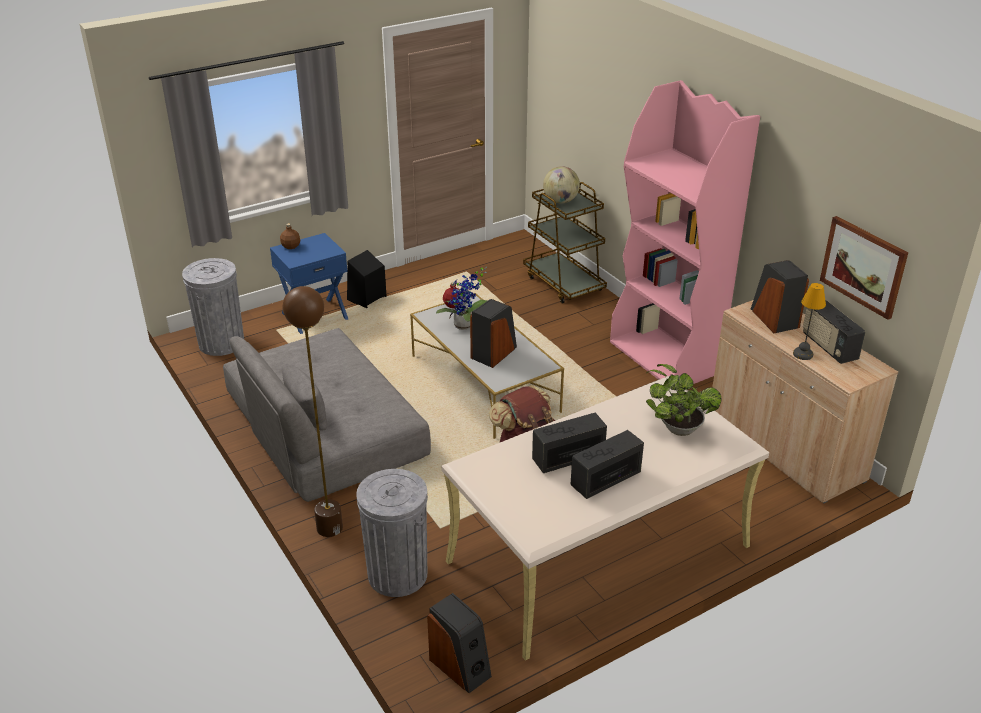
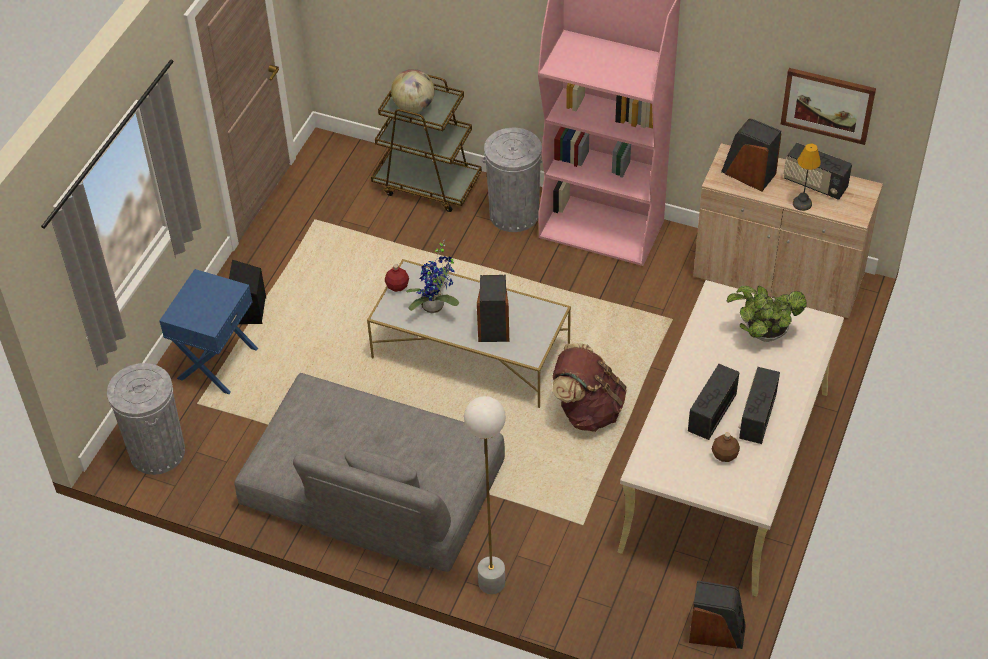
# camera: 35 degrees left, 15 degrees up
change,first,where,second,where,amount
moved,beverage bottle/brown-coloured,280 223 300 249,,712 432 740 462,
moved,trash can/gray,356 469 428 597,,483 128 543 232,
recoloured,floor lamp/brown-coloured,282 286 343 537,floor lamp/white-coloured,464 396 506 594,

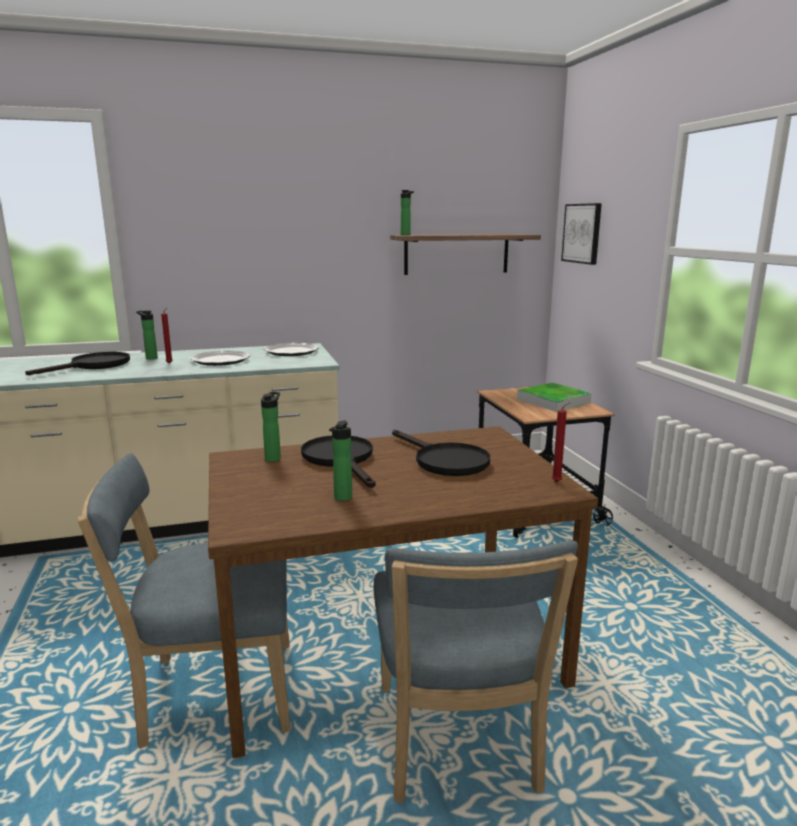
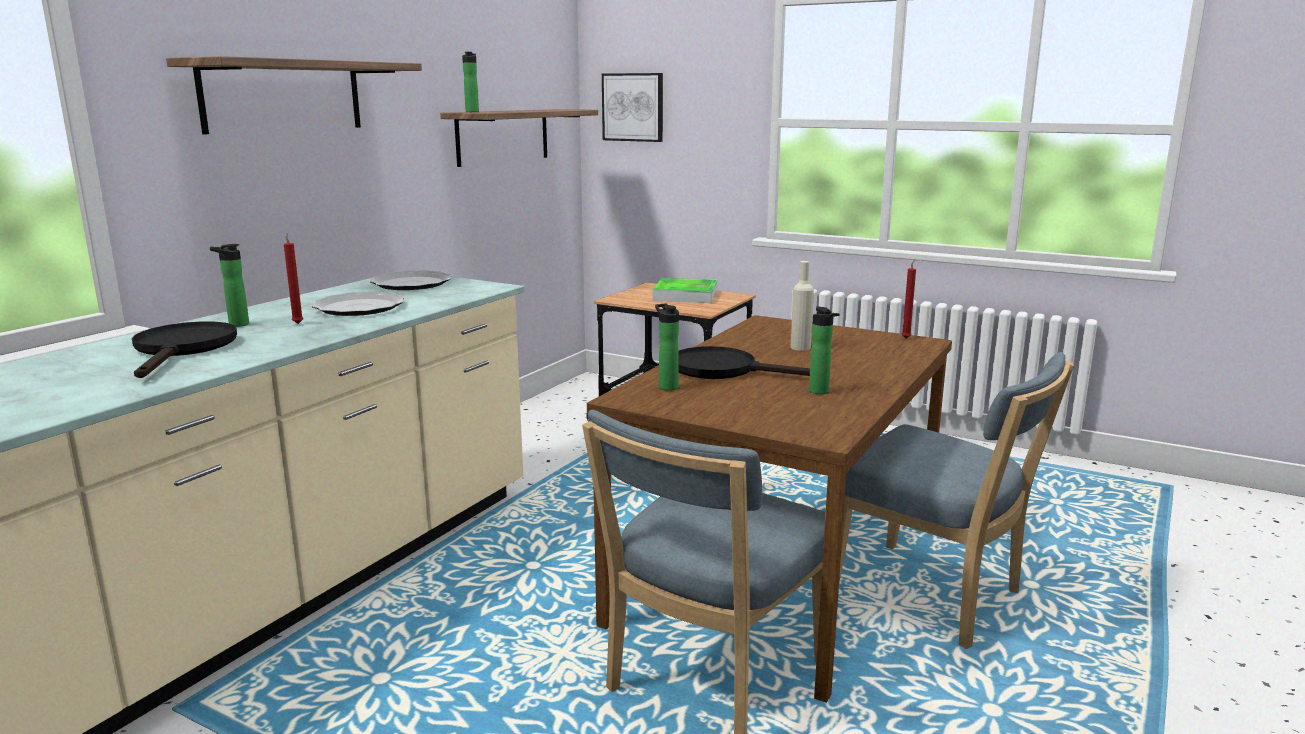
# camera: 45 degrees left, 0 degrees up
change,first,where,second,where,amount
added,,,wall shelf,166 56 422 135,
replaced,pan/black-coloured,392 430 490 476,beverage bottle/beige-coloured,790 261 814 351,

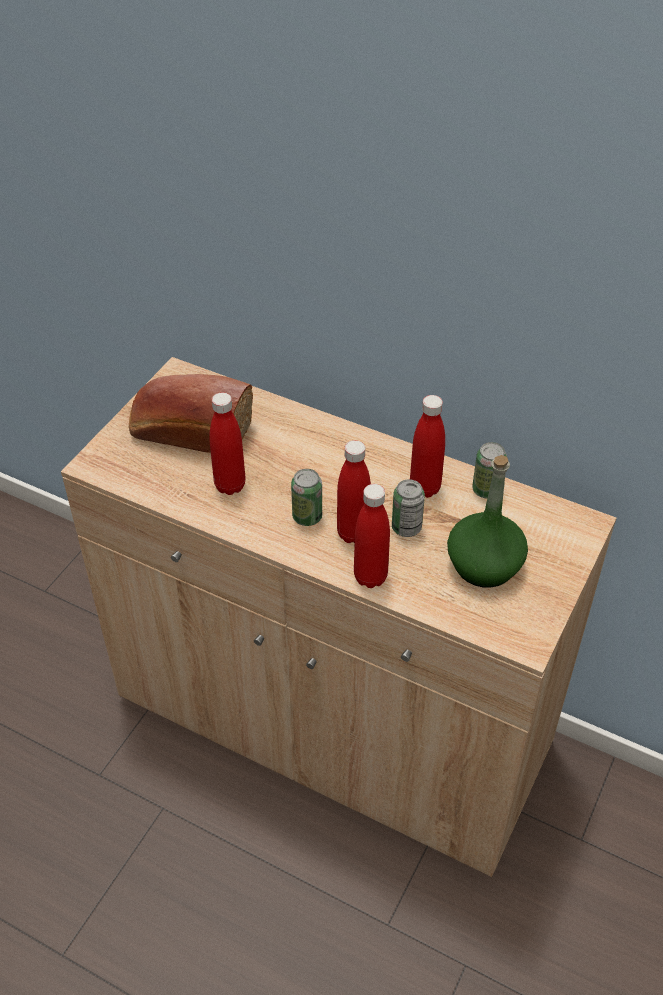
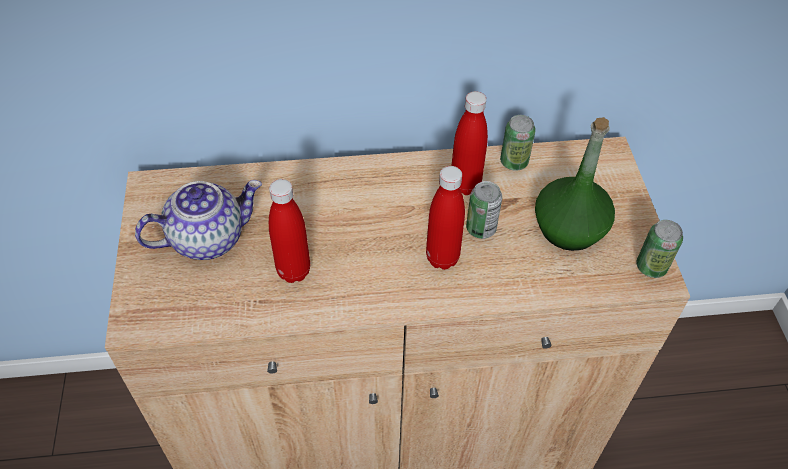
# camera: 35 degrees left, 5 degrees up
change,first,where,second,where,amount
removed,beverage bottle/red,354 484 390 588,,,
moved,sealed can,291 469 322 526,,636 220 683 278,
replaced,baked bread,129 374 253 453,teapot,135 180 262 260,

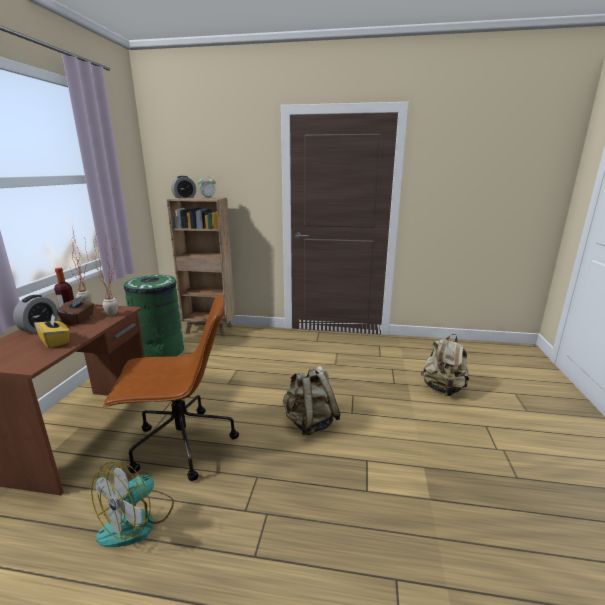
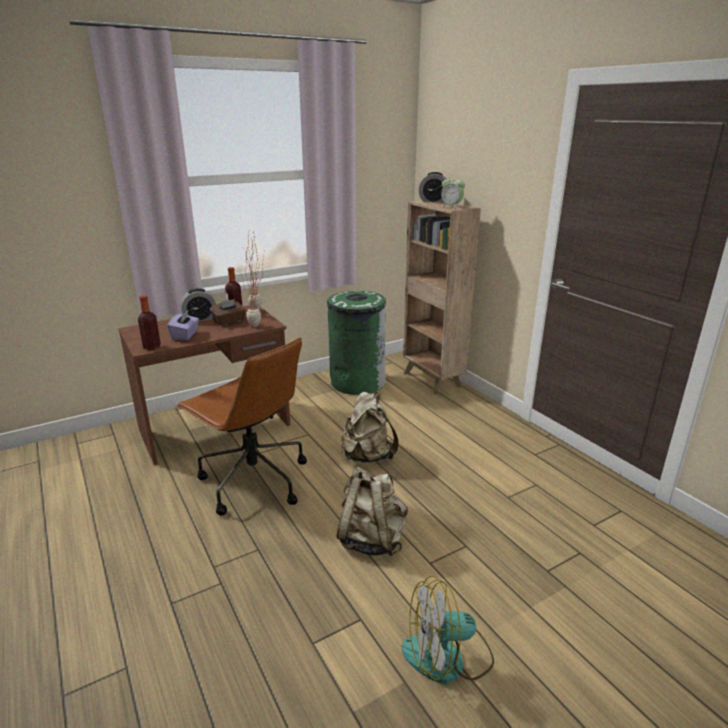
# camera: 50 degrees right, 5 degrees up
change,first,where,second,where,amount
added,,,beverage bottle,138 295 161 350,
moved,fan,91 462 174 547,,402 576 494 684,
moved,backpack/beige-coloured,421 334 469 396,,341 392 398 463,
recoloured,box of tissues/yellow-coloured,34 315 70 348,box of tissues/purplish,167 311 199 340,

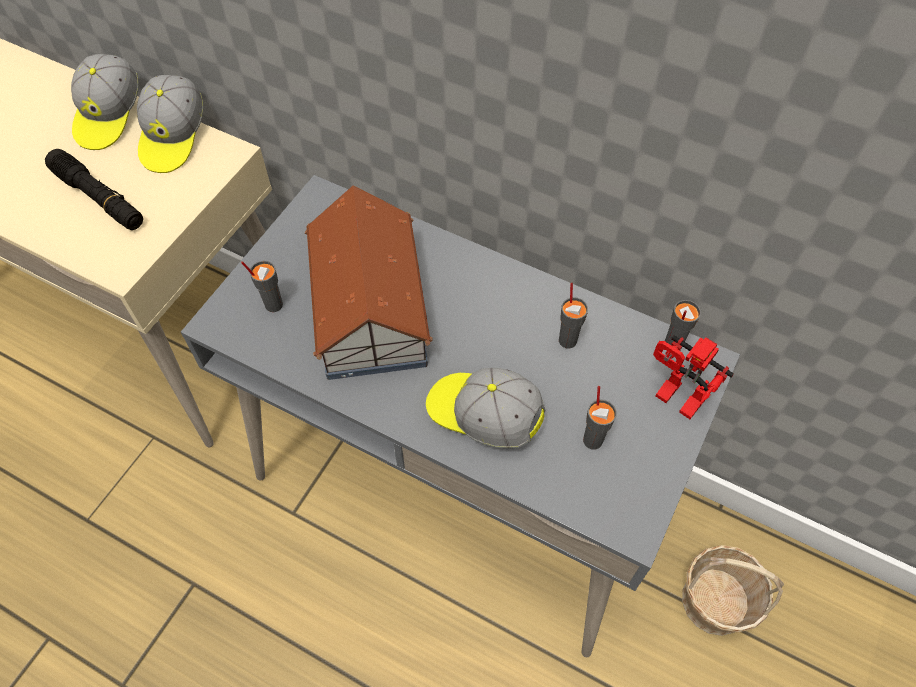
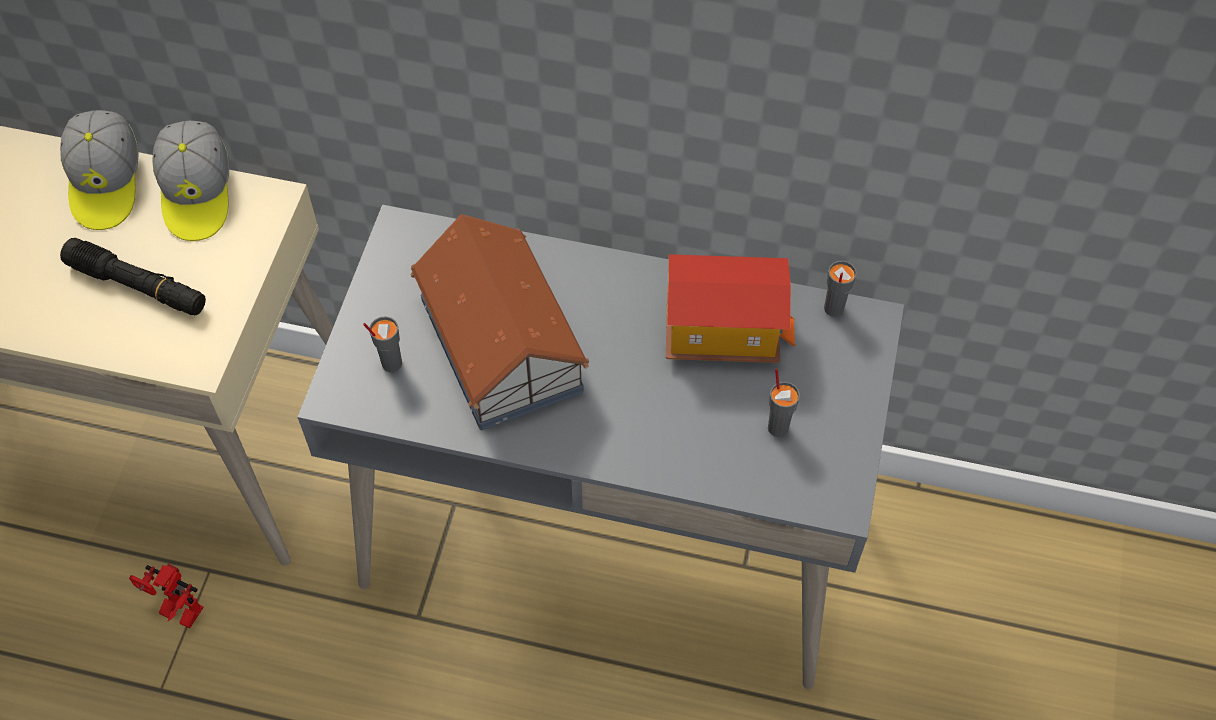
# camera: 15 degrees left, 0 degrees up
change,first,where,second,where,amount
removed,peaked cap,426 368 546 448,,,
removed,household basket,682 545 784 636,,,
moved,model robot,653 335 734 419,,129 564 204 629,
replaced,cup/gray,559 283 588 349,toy house,666 254 795 363,

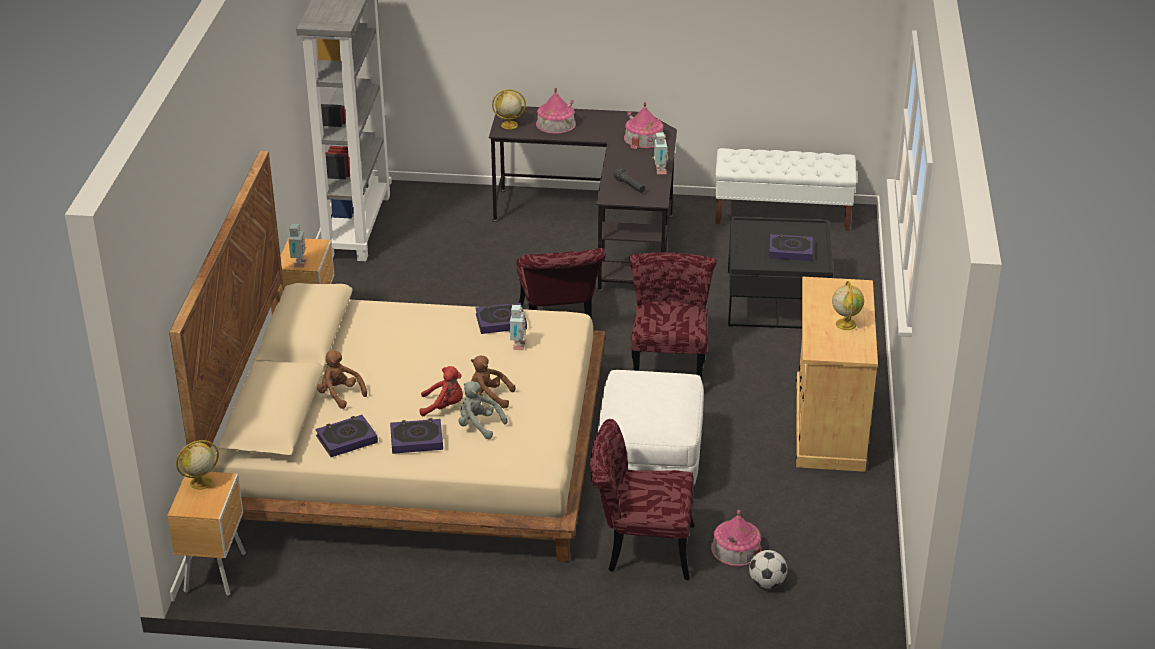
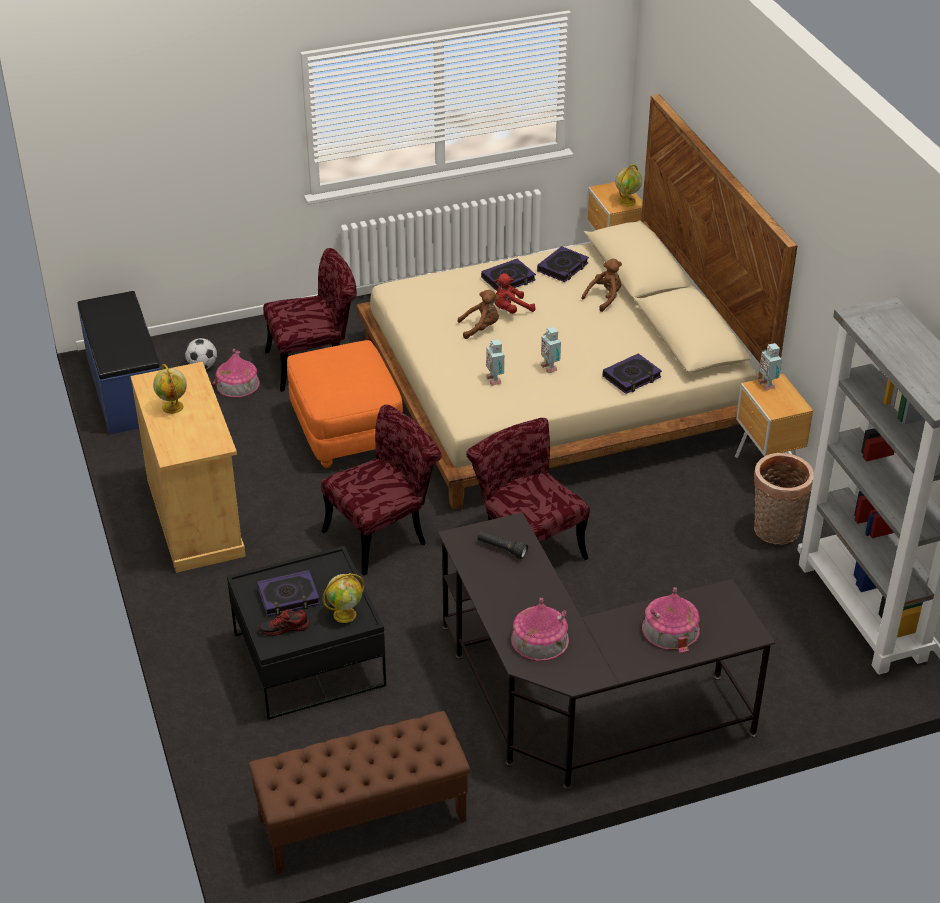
# camera: 155 degrees right, 5 degrees up
change,first,where,second,where,amount
removed,cuddly toy/gray,458 381 508 439,,,
added,,,bench/bluish,78 291 161 435,
added,,,shoe,258 609 309 636,
added,,,household basket,754 453 814 545,
moved,book,475 302 527 334,,603 353 662 394,
moved,world globe,492 89 526 129,,323 573 364 623,
moved,model robot,652 132 668 174,,541 327 561 374,
recoloured,pouffe/white-coloured,598 370 704 485,pouffe/orangey,287 340 403 468,
recoloured,bench/white-coloured,715 148 857 231,bench/brown-coloured,249 711 470 874,
turned,cuddly toy/brown-coloured,317 350 367 409,,581 258 622 312,60 degrees counterclockwise
turned,plain chair/red,629 253 717 380,,321 405 442 576,105 degrees counterclockwise

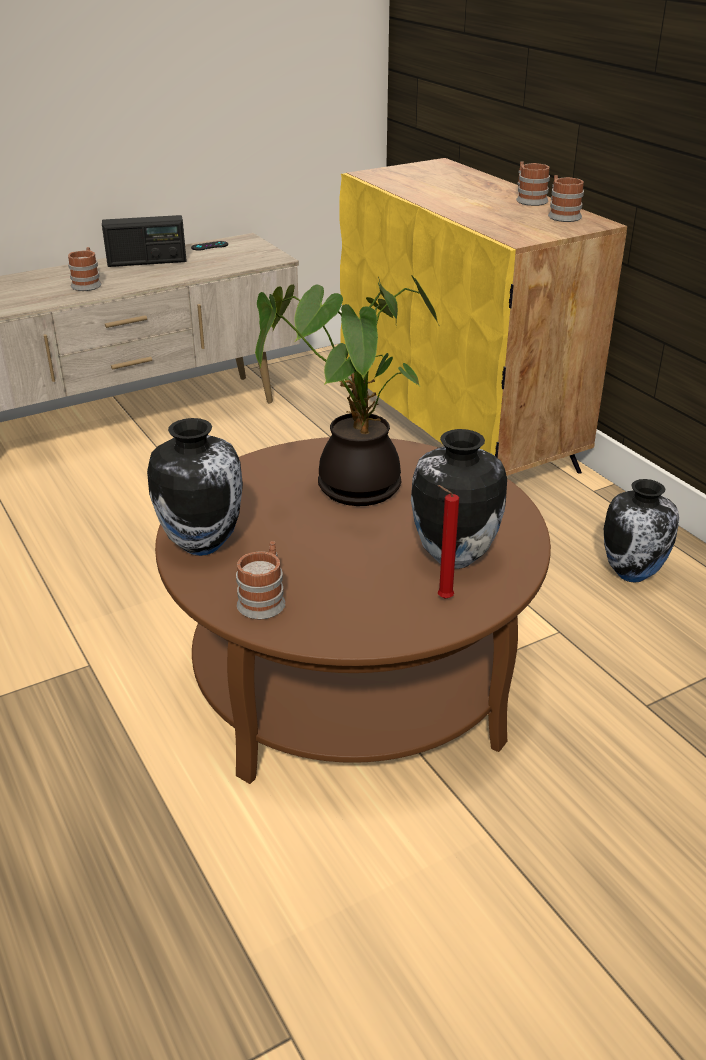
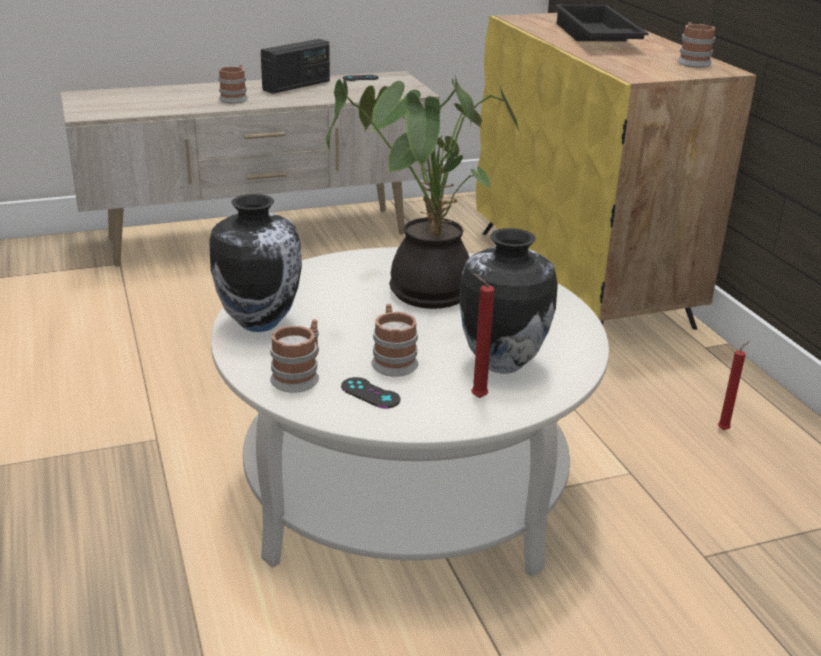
# camera: 10 degrees right, 5 degrees down
change,first,where,second,where,amount
added,,,joypad/black-coloured,341 377 400 408,
added,,,tray/black-coloured,555 5 649 41,
moved,mug,516 162 550 206,,371 304 418 377,
replaced,vase,604 479 679 583,candle/red,718 341 750 430,
recoloured,low table/brown-coloured,155 437 551 784,low table/white-coloured,211 247 609 577,
turned,radio receiver,102 215 187 267,,261 39 330 94,45 degrees counterclockwise

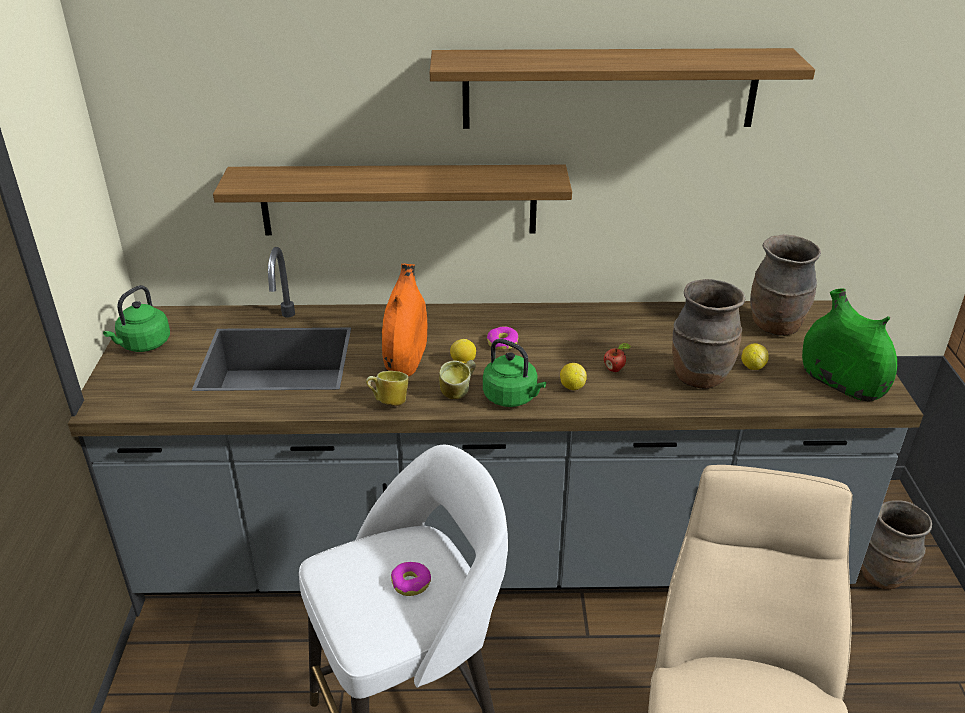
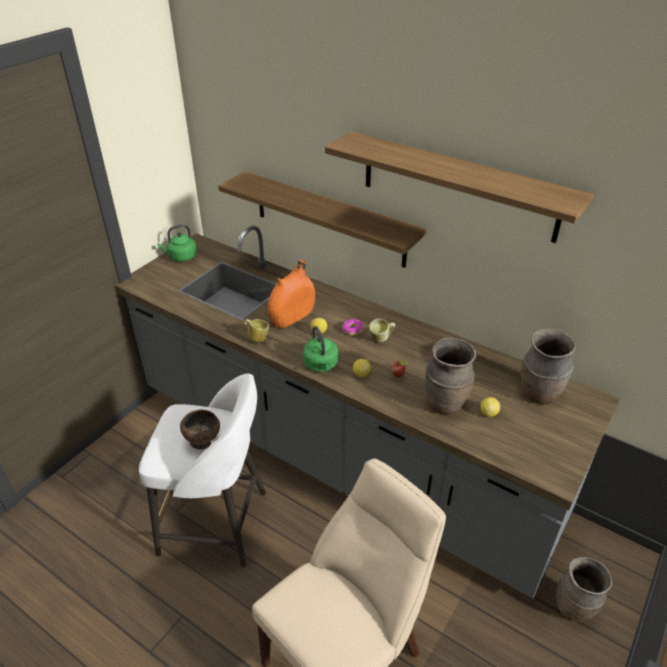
# camera: 35 degrees right, 5 degrees up
change,first,where,second,where,amount
removed,vase/green,802 289 897 401,,,
moved,mug,439 360 476 399,,369 319 395 343,
replaced,doughnut,391 562 431 596,bowl/brown-coloured,180 409 220 450,

